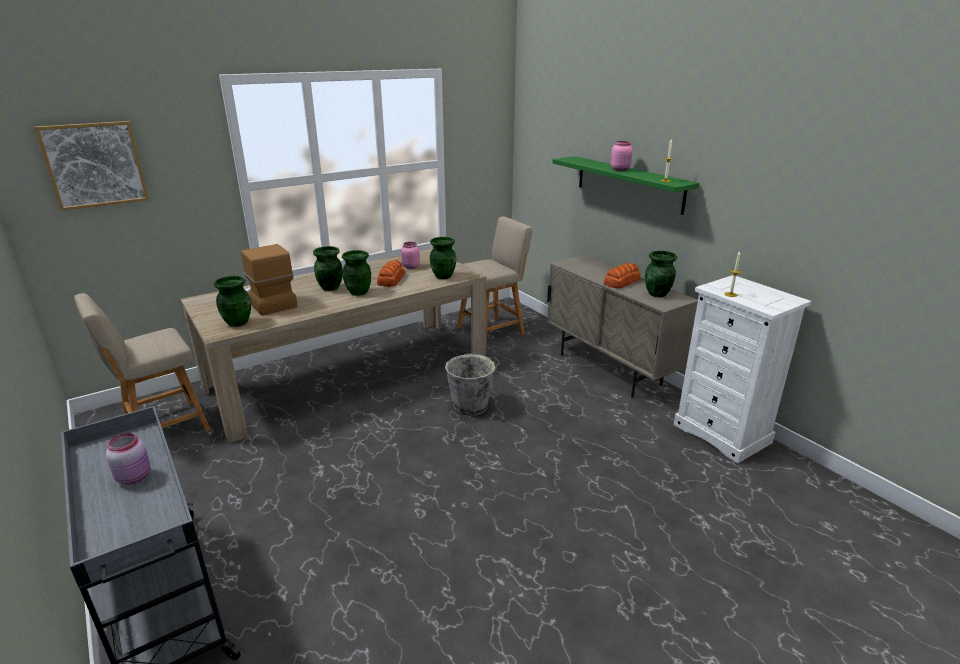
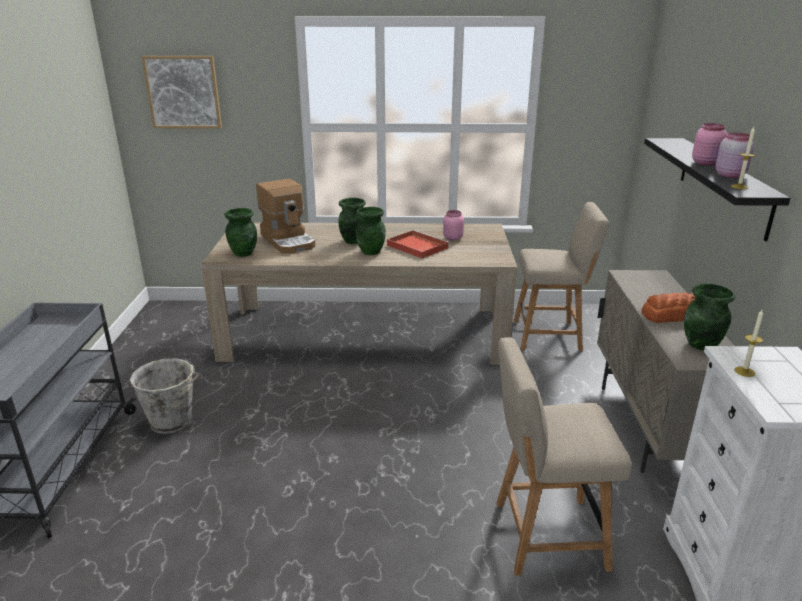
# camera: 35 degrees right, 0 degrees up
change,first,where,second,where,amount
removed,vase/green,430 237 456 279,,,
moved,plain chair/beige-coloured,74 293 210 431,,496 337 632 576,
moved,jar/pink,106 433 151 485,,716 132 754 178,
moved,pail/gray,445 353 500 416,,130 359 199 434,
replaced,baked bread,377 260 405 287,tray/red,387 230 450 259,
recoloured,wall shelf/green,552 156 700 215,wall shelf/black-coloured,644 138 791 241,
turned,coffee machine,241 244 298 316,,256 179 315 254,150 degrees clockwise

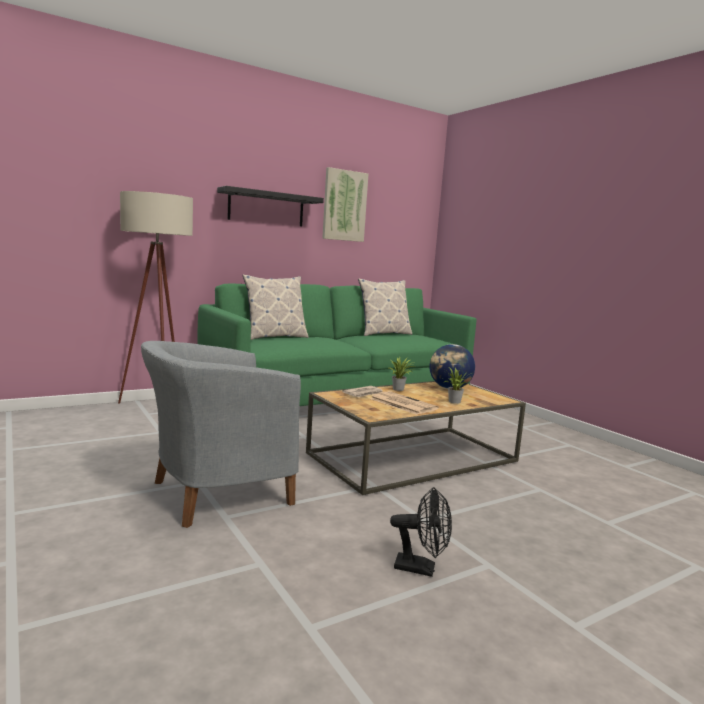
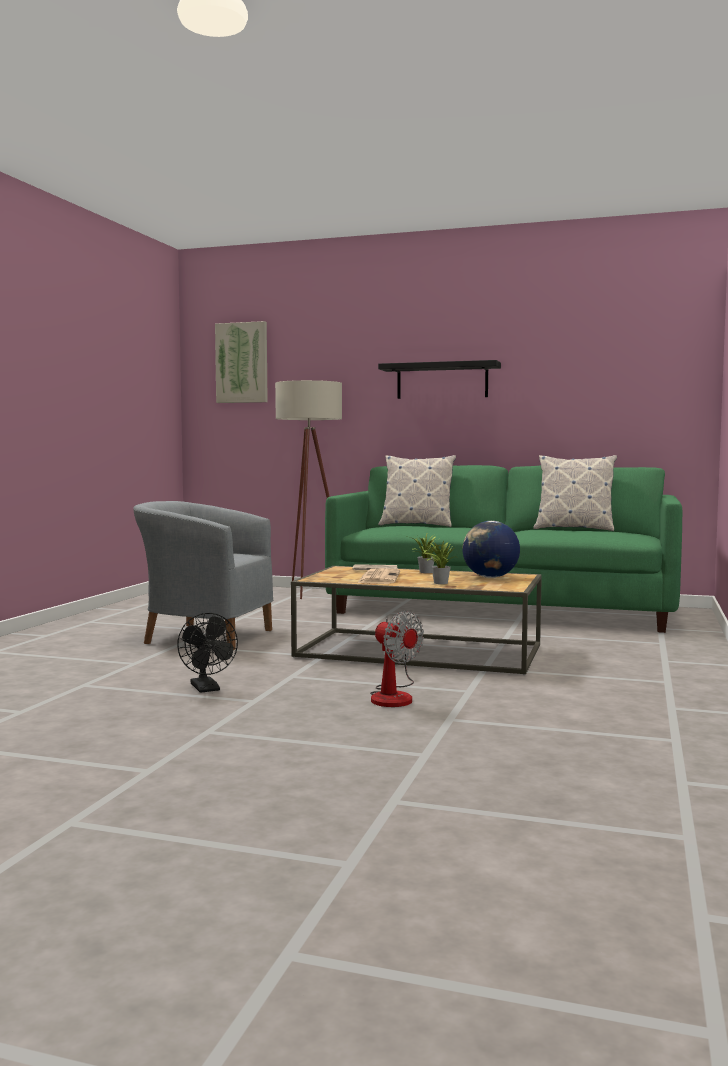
# camera: 50 degrees right, 5 degrees down
change,first,where,second,where,amount
added,,,fan,370 611 424 707,
moved,picture,322 167 368 242,,215 321 268 403,

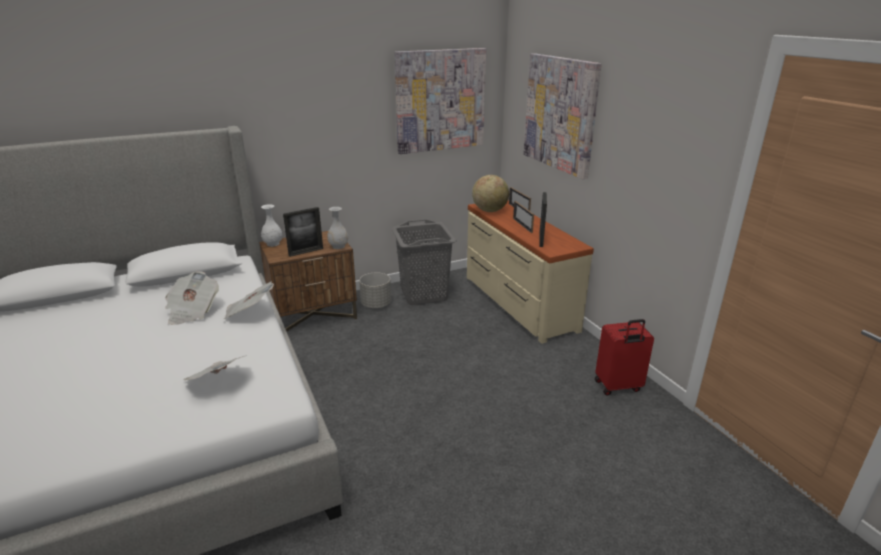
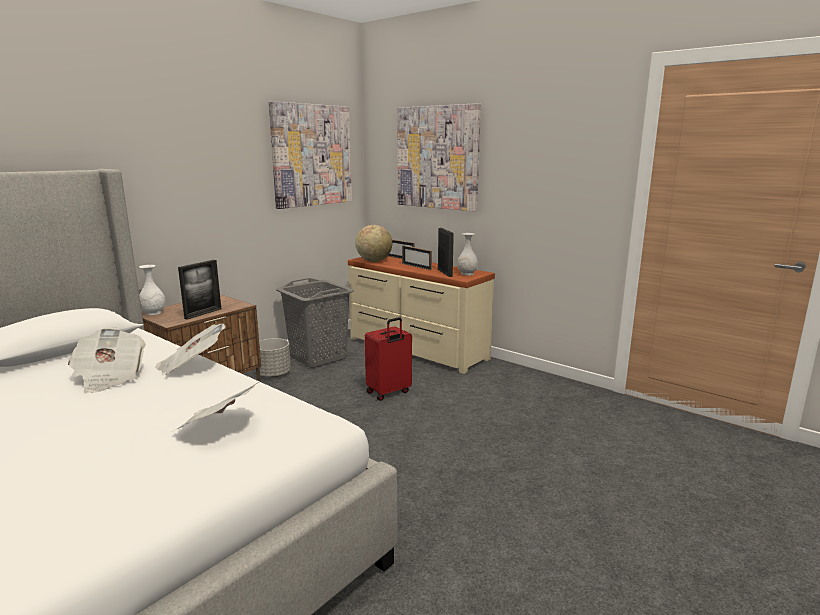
# camera: 25 degrees left, 10 degrees down
change,first,where,second,where,amount
moved,vase/white-coloured,327 207 348 249,,457 233 478 275,
moved,travel case/red,595 319 654 396,,365 317 412 401,

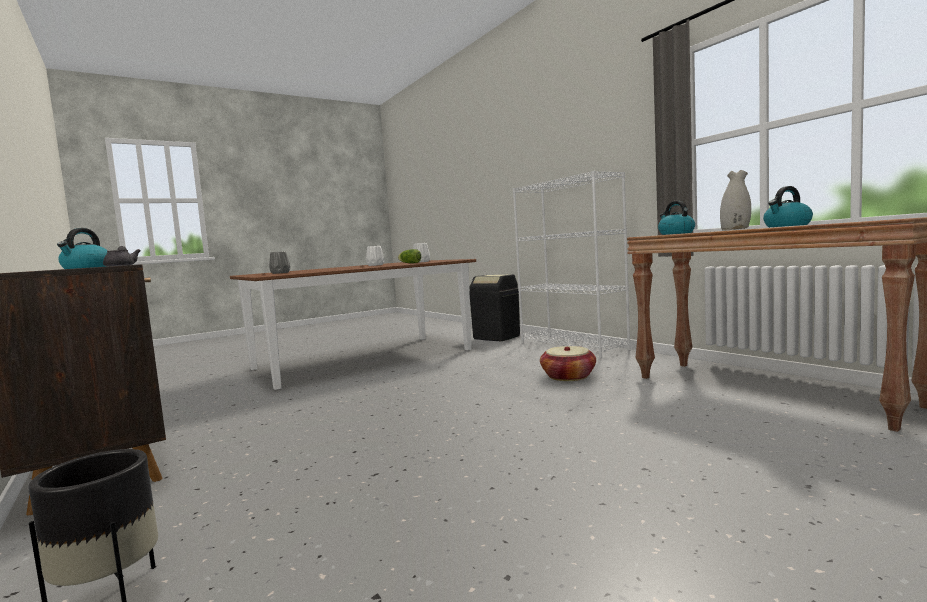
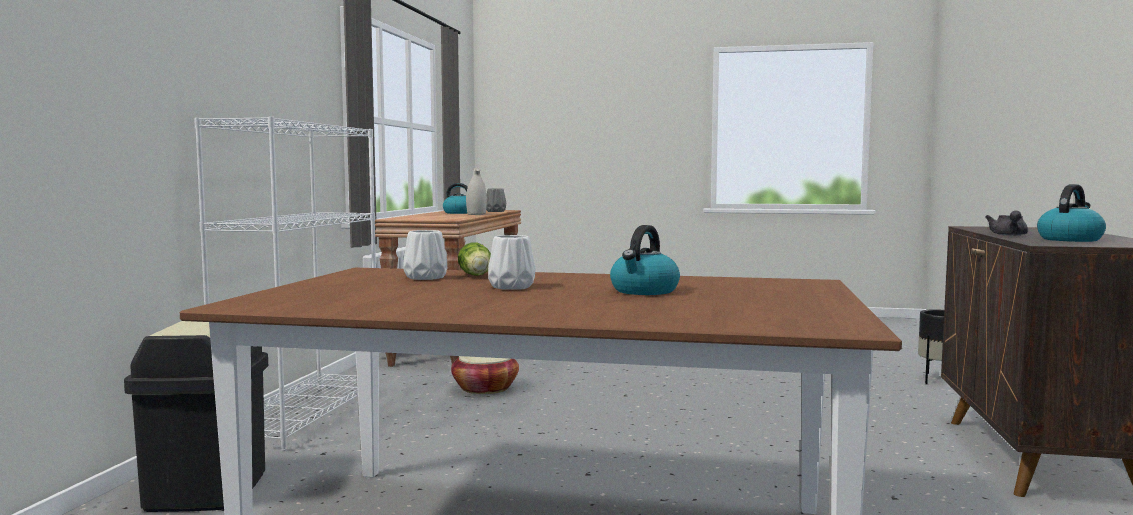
# camera: 135 degrees left, 0 degrees up
change,first,where,second,where,amount
moved,vase/gray,269 251 290 274,,486 188 506 212,
moved,water kettle,658 201 695 235,,610 225 680 295,

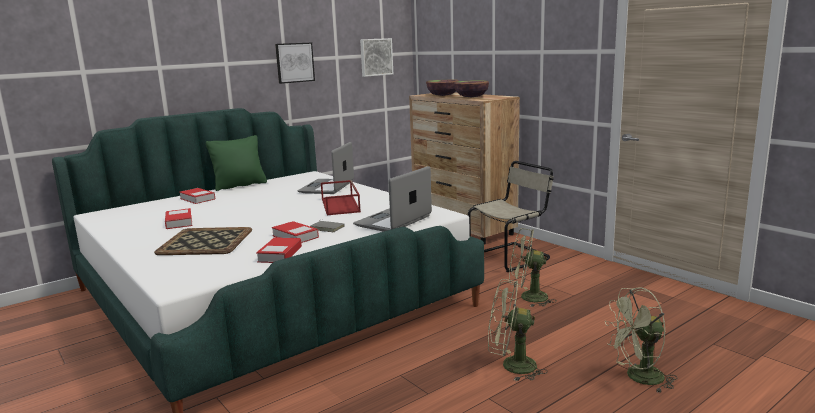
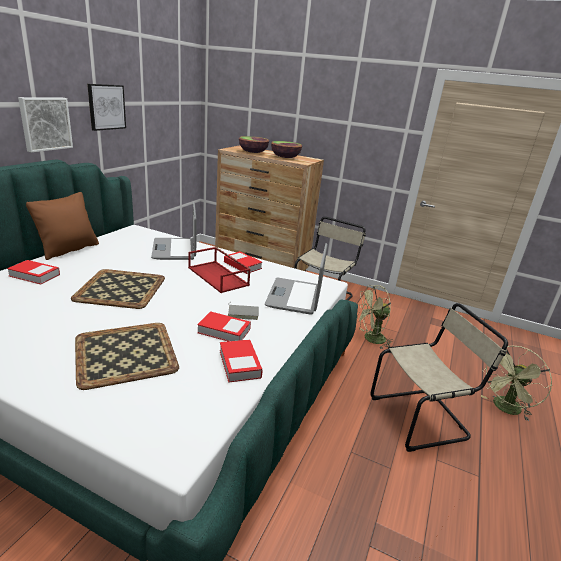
# camera: 30 degrees left, 10 degrees up
change,first,where,second,where,amount
added,,,tray,71 269 165 309,
moved,book,165 208 192 229,,224 251 262 274,
moved,picture,360 38 393 77,,18 97 73 152,
replaced,fan/green,488 279 548 381,plain chair/beige-coloured,370 303 508 452,
recoloured,pillow/green,206 135 267 191,pillow/brown-coloured,26 192 99 260,

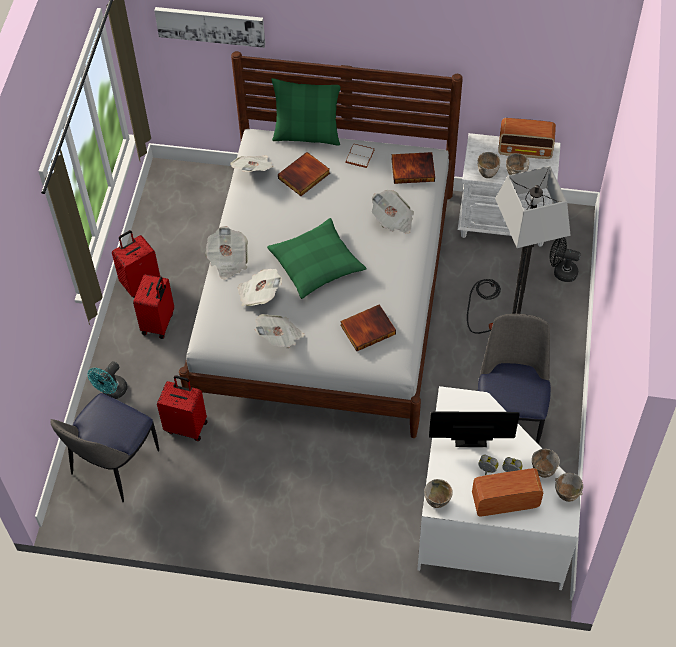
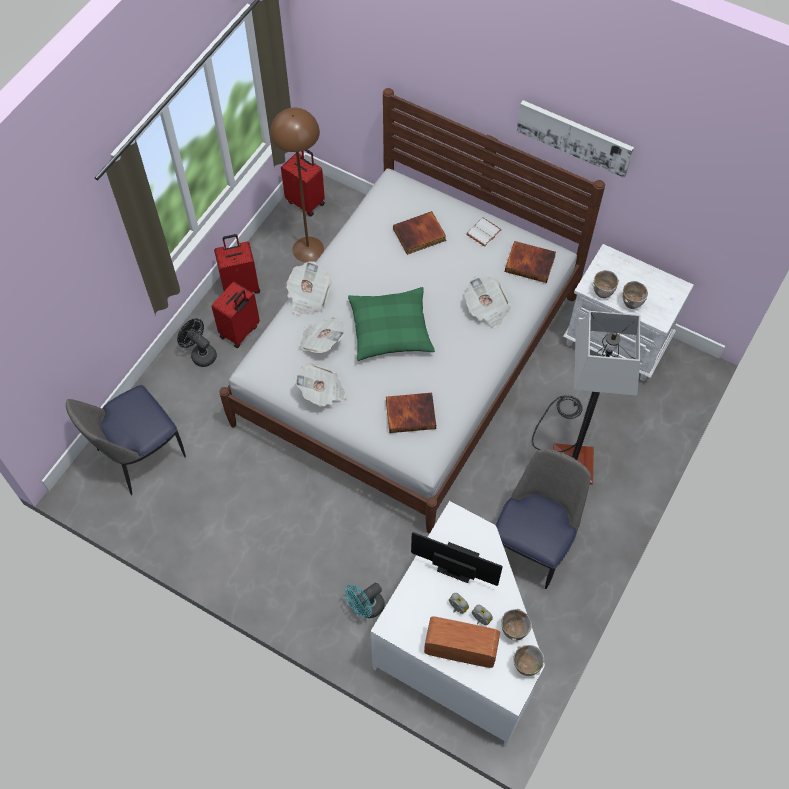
# camera: 20 degrees right, 5 degrees up
change,first,where,second,where,amount
removed,printed paper,230 155 273 172,,,
removed,pillow/green,271 78 341 146,,,
removed,bowl,424 479 453 508,,,
removed,radio receiver,498 118 556 159,,,
added,,,floor lamp/brown-coloured,270 108 324 262,
moved,fan/turquoise-coloured,87 361 127 399,,345 583 385 618,
moved,picture,154 7 265 48,,517 100 634 178,
moved,travel case/red,157 375 207 441,,281 149 325 217,
moved,fan/black-coloured,549 237 581 282,,177 319 217 367,

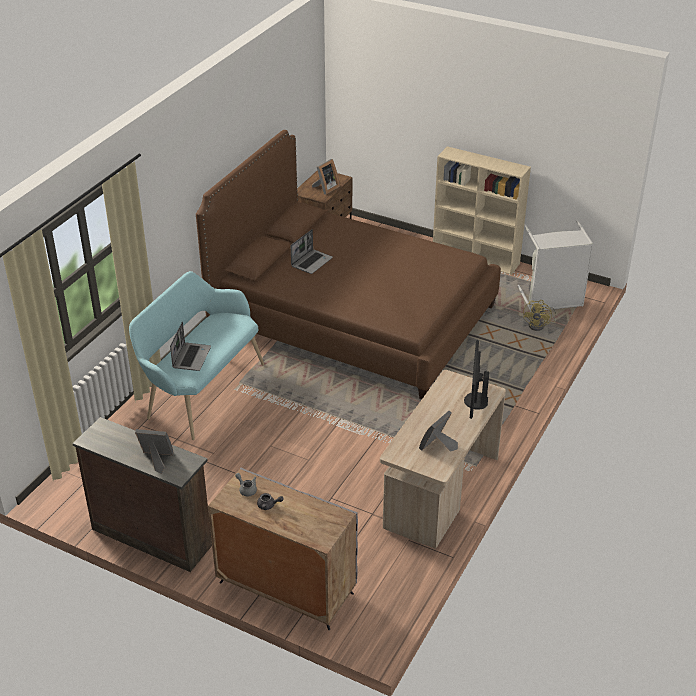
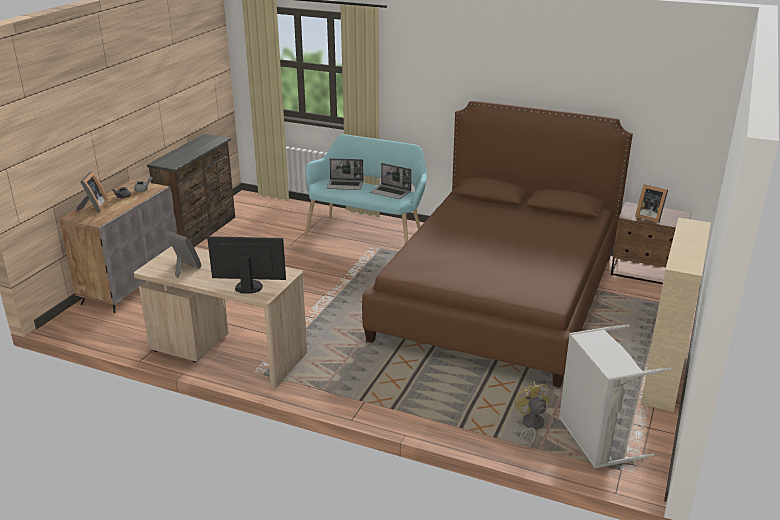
# camera: 85 degrees right, 10 degrees down
change,first,where,second,where,amount
moved,photo frame,135 429 173 474,,77 171 109 213,
moved,portable computer,291 229 333 274,,370 163 412 199,
turned,fan/yellow-coloured,523 300 556 331,,515 382 551 448,60 degrees clockwise

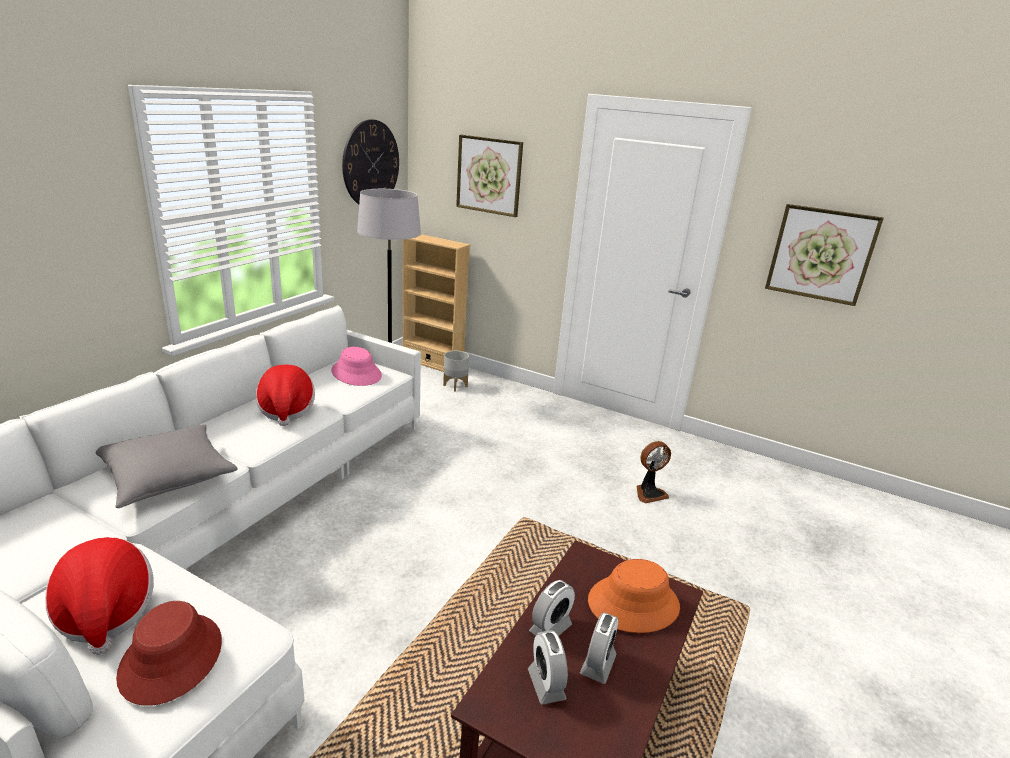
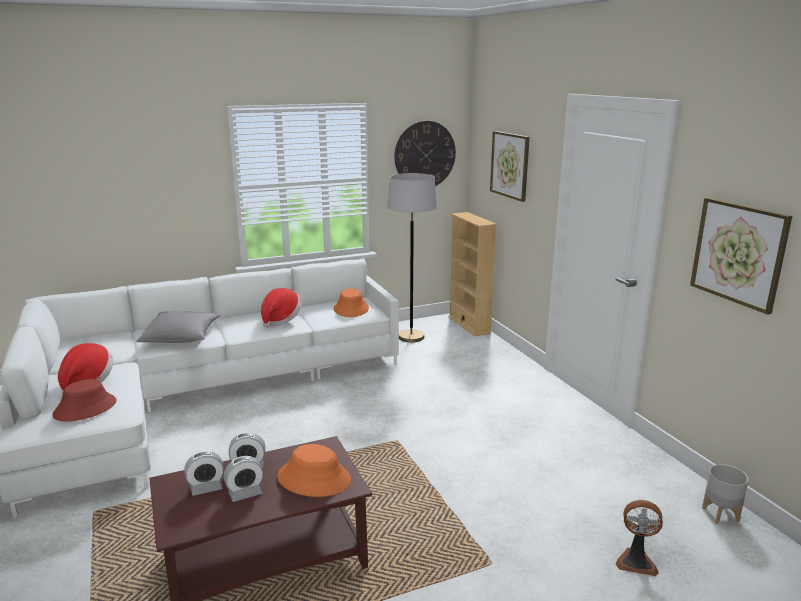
# camera: 40 degrees right, 5 degrees down
change,first,where,second,where,amount
moved,plant pot/gray,443 351 469 391,,702 464 749 524,
moved,fan,636 441 671 503,,616 500 663 576,
recoloured,clothing hat/pink,331 347 382 386,clothing hat/orangey,334 288 369 317,
turned,bedside clock,528 630 568 705,,185 451 224 496,135 degrees counterclockwise

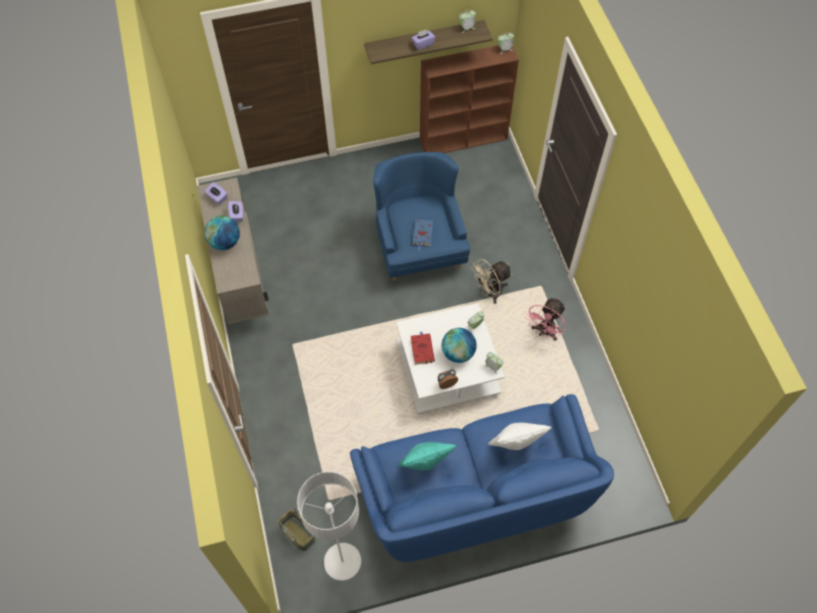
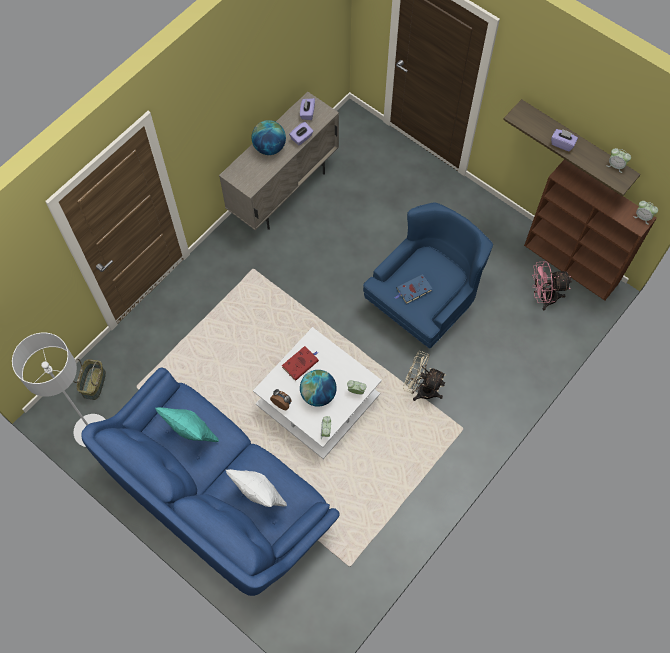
# camera: 55 degrees right, 5 degrees up
change,first,where,second,where,amount
moved,fan/pink,525 298 566 341,,532 261 572 310,

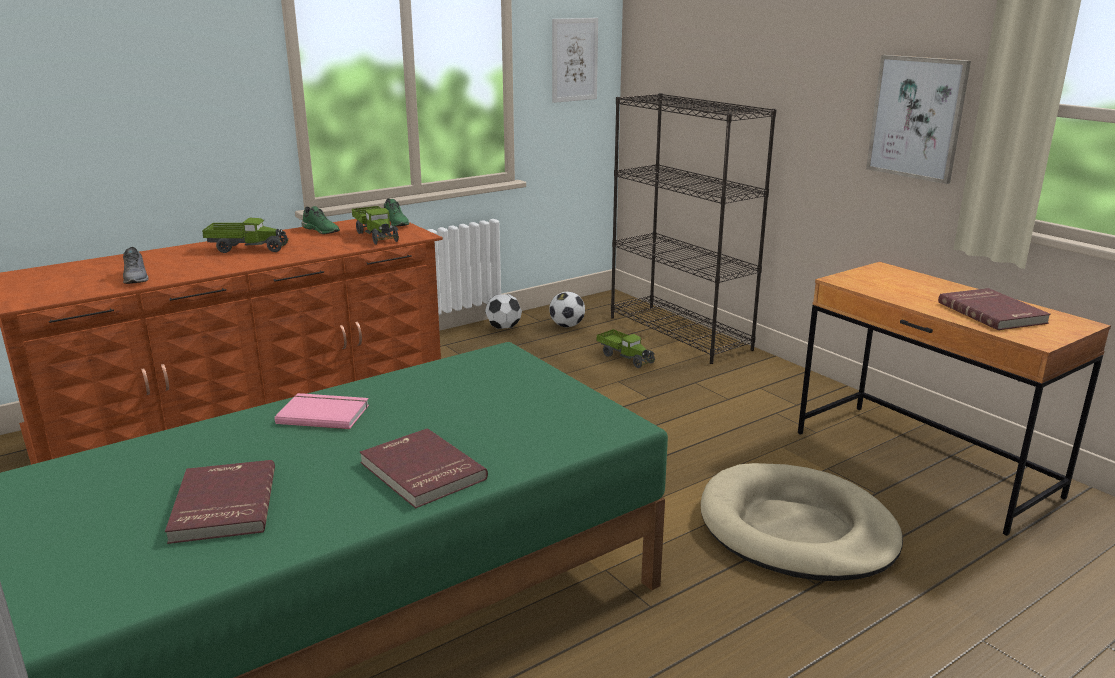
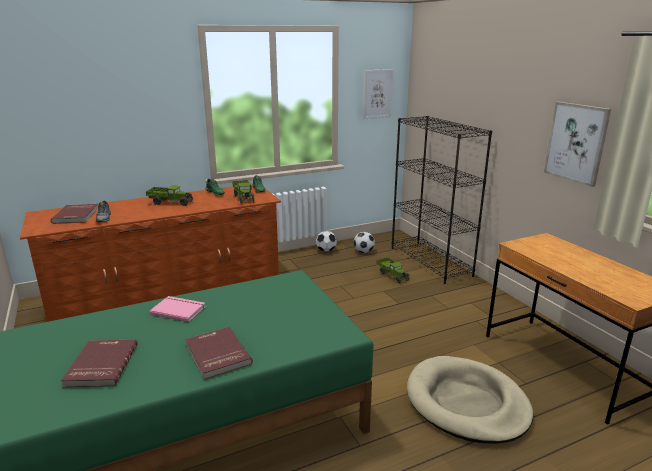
# camera: 10 degrees right, 0 degrees up
change,first,where,second,where,amount
moved,book/red,938 288 1051 330,,51 204 98 224,

